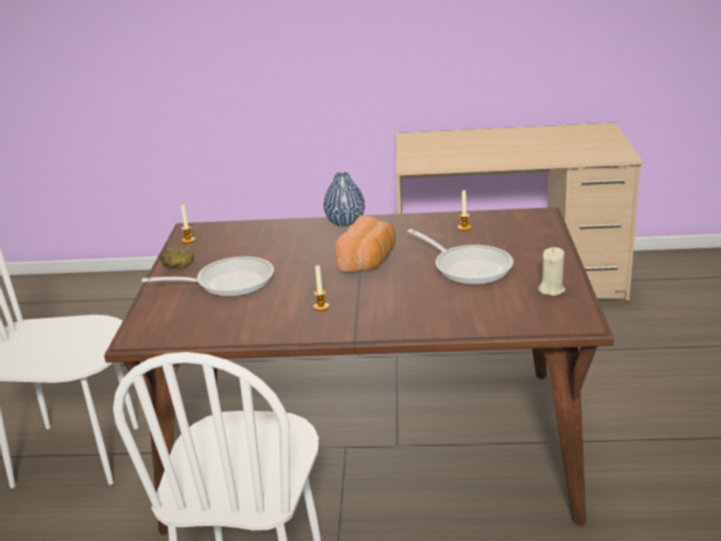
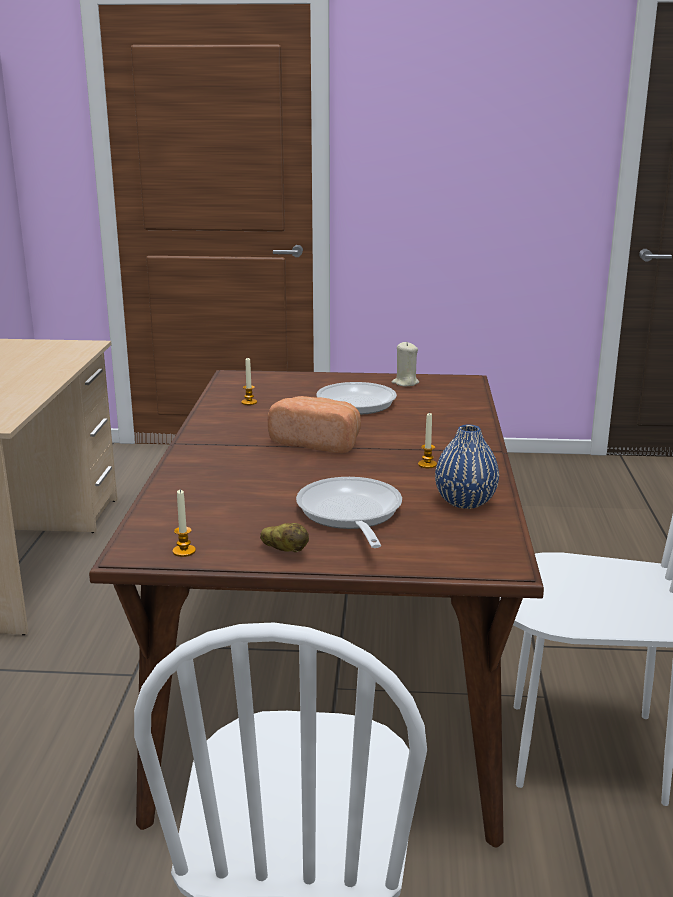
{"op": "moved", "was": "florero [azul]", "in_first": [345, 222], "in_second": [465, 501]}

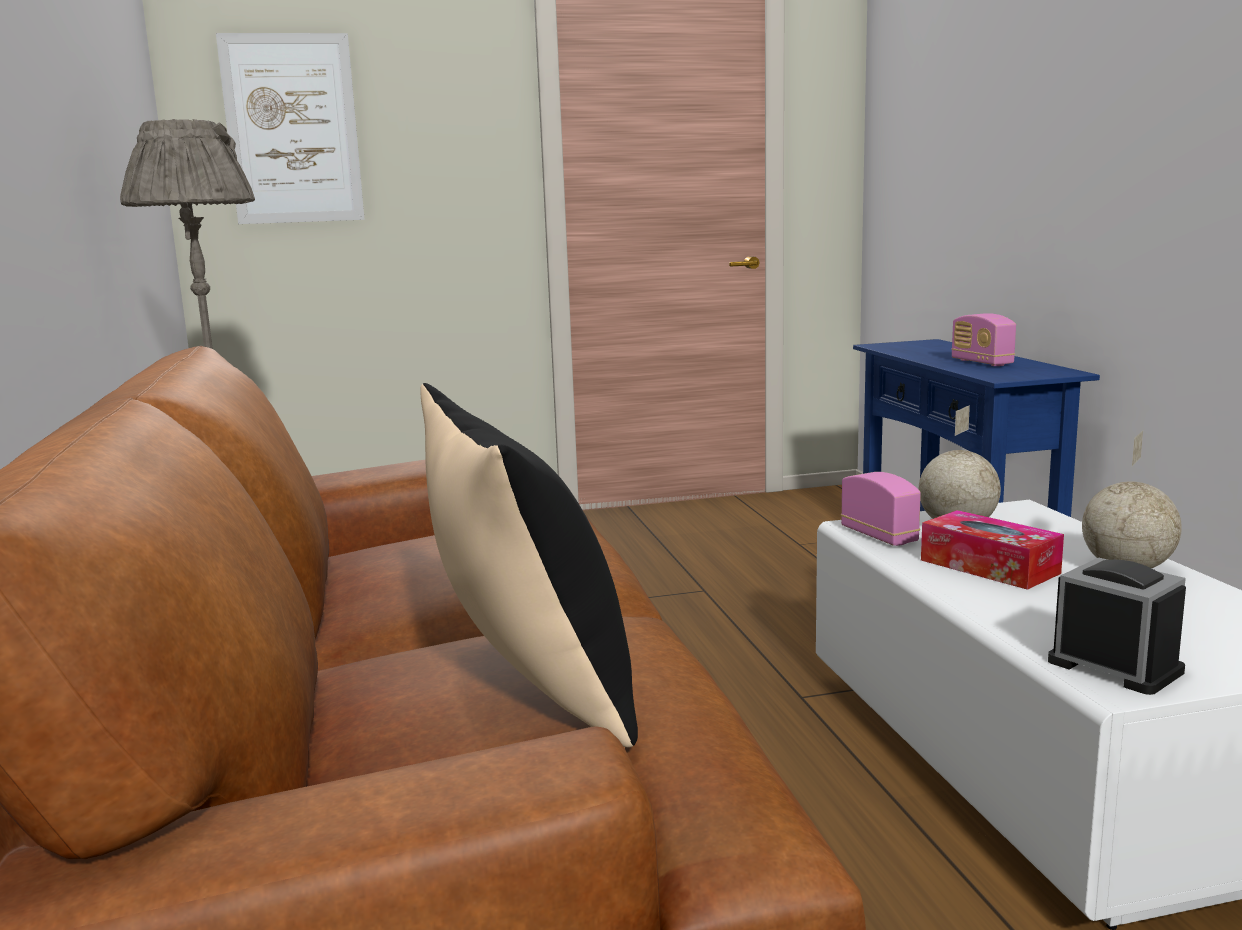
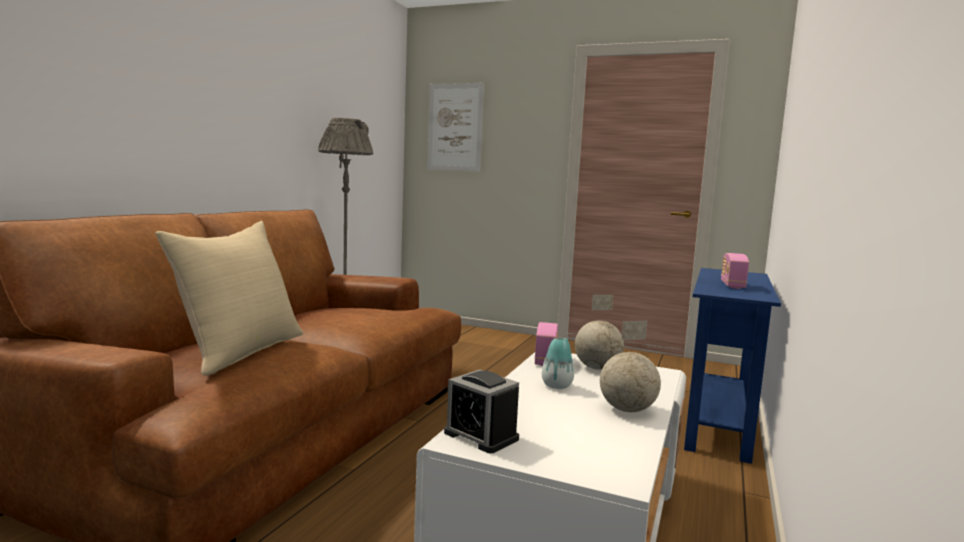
{"op": "recoloured", "was": "cojín [negro]", "now": "cojín [beis]", "in_first": [528, 682], "in_second": [241, 351]}
{"op": "turned", "was": "despertador", "in_first": [1114, 666], "in_second": [481, 436], "clockwise": 135}
{"op": "replaced", "was": "caja de pañuelos", "now": "florero", "in_first": [989, 566], "in_second": [557, 386]}

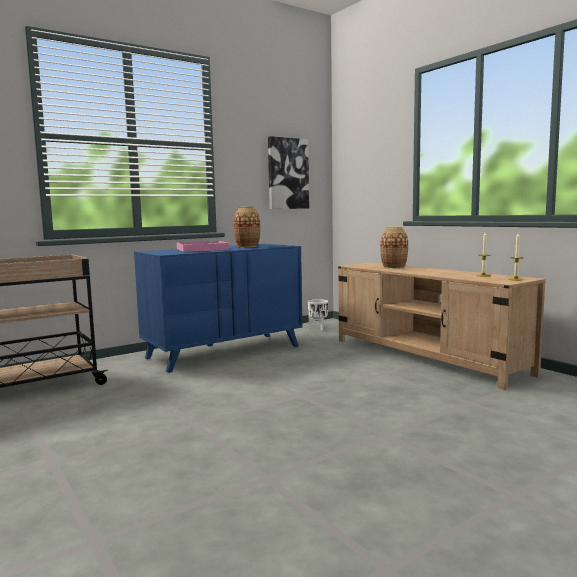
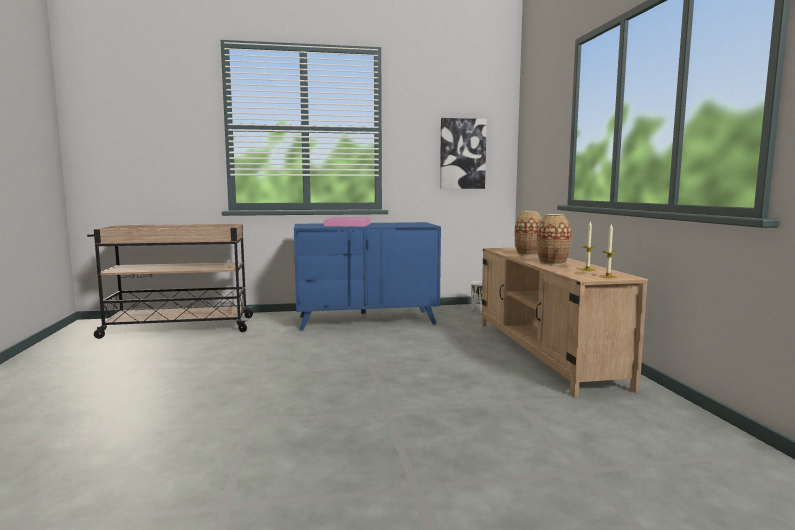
{"op": "moved", "was": "florero", "in_first": [247, 246], "in_second": [552, 262]}

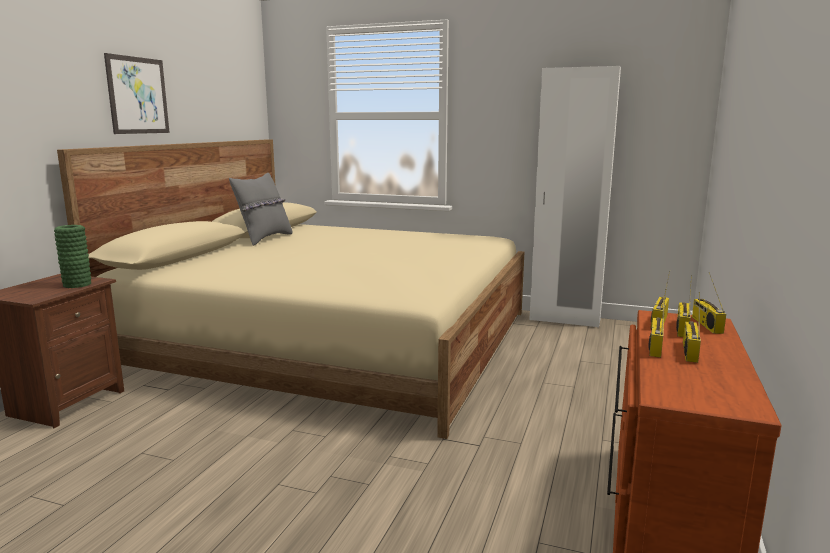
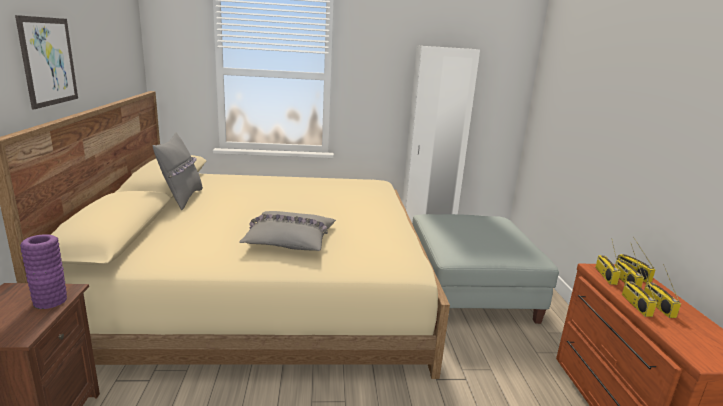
{"op": "recoloured", "was": "florero [verde]", "now": "florero [morado]", "in_first": [77, 284], "in_second": [50, 301]}
{"op": "added", "now": "cojín [gris]", "in_second": [289, 240]}
{"op": "added", "now": "puf [gris]", "in_second": [468, 290]}

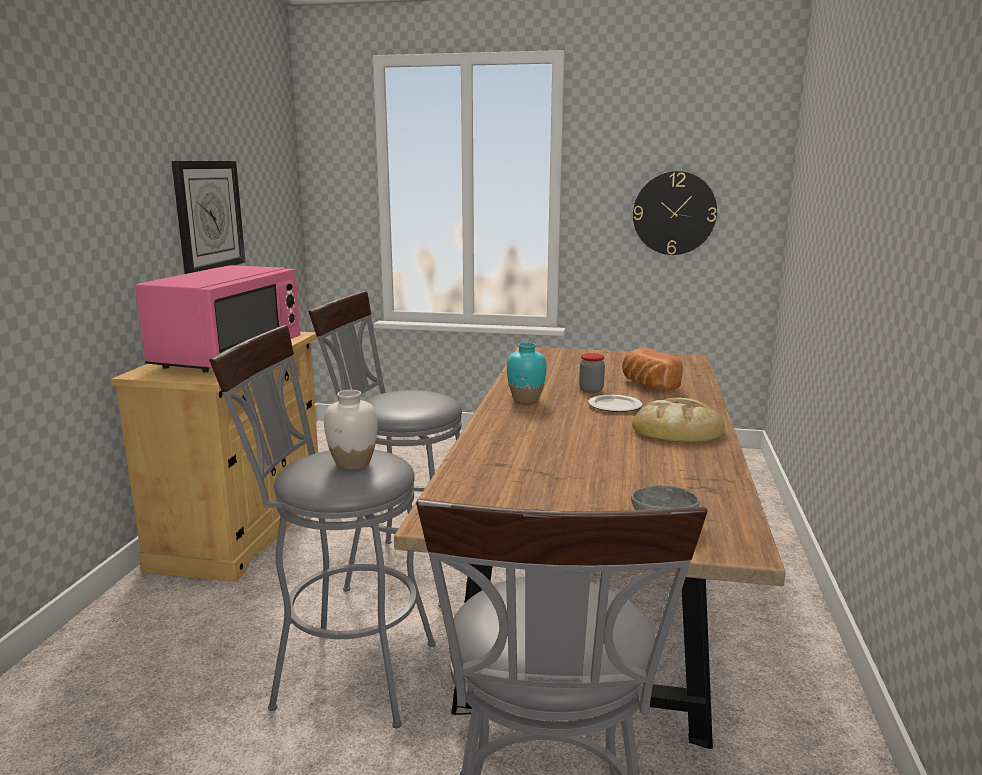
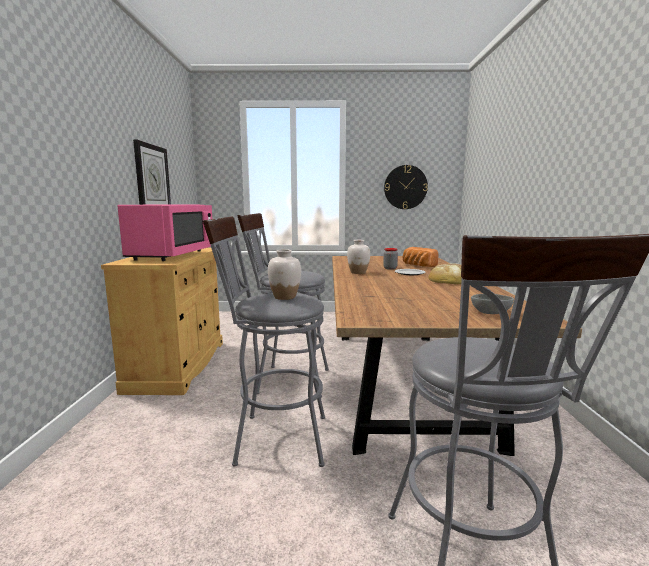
{"op": "recoloured", "was": "florero [turquesa]", "now": "florero [blanco]", "in_first": [526, 399], "in_second": [358, 272]}

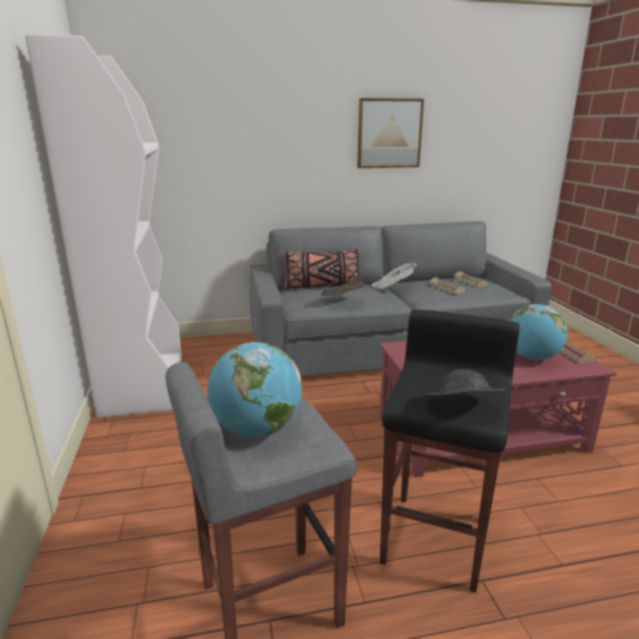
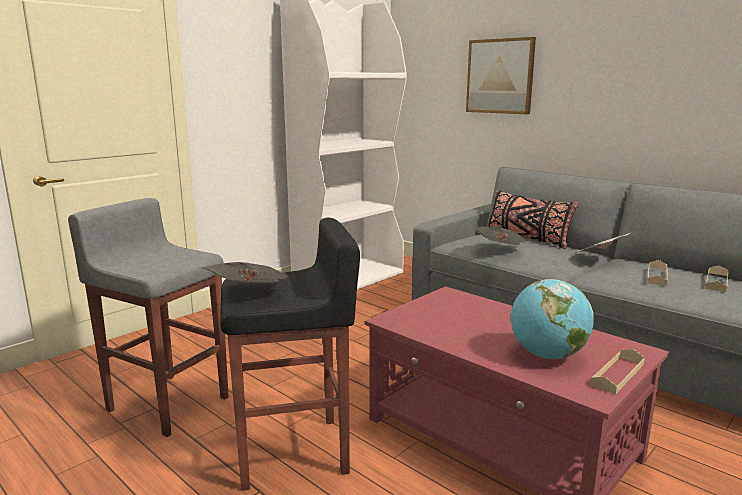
{"op": "replaced", "was": "sombrero [gris]", "now": "periódico", "in_first": [461, 409], "in_second": [250, 295]}
{"op": "moved", "was": "cuadro", "in_first": [389, 133], "in_second": [500, 76]}
{"op": "removed", "was": "globo terráqueo", "in_first": [257, 430]}

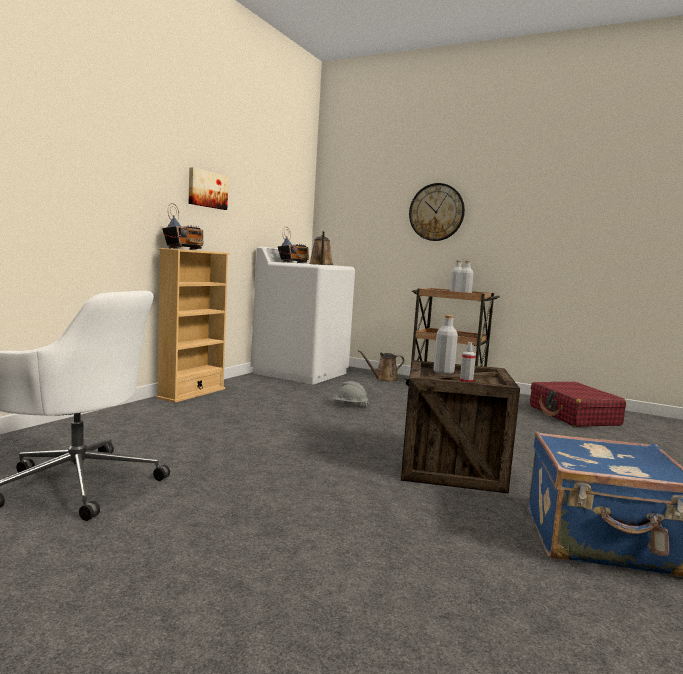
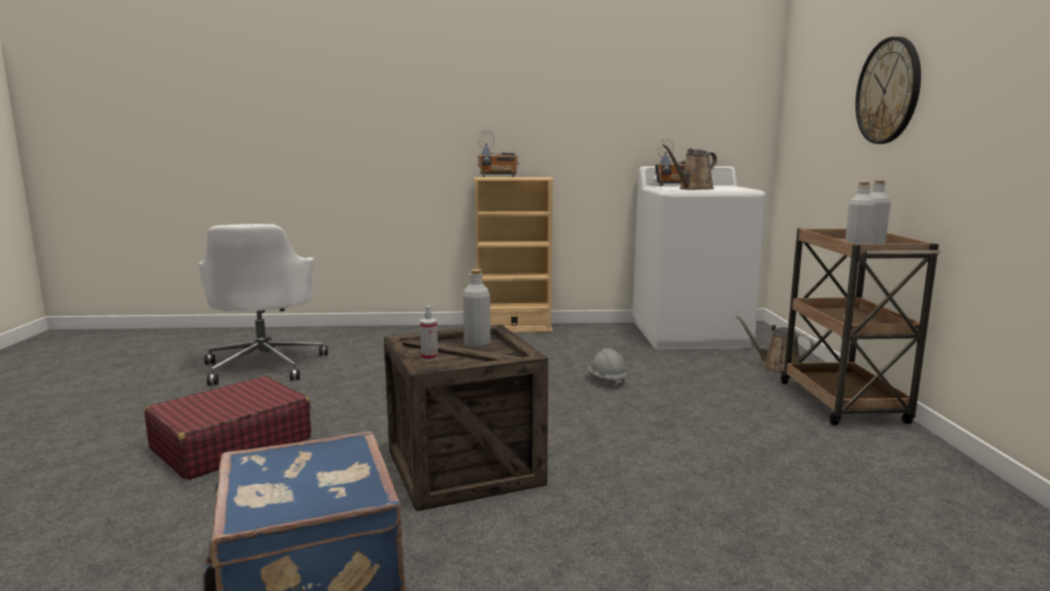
{"op": "moved", "was": "maleta [rojo]", "in_first": [573, 416], "in_second": [231, 444]}
{"op": "removed", "was": "cuadro", "in_first": [207, 189]}

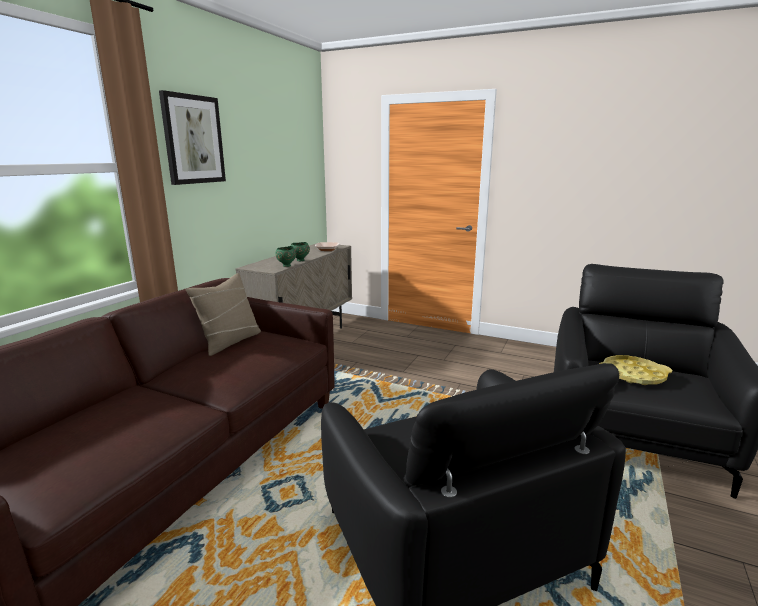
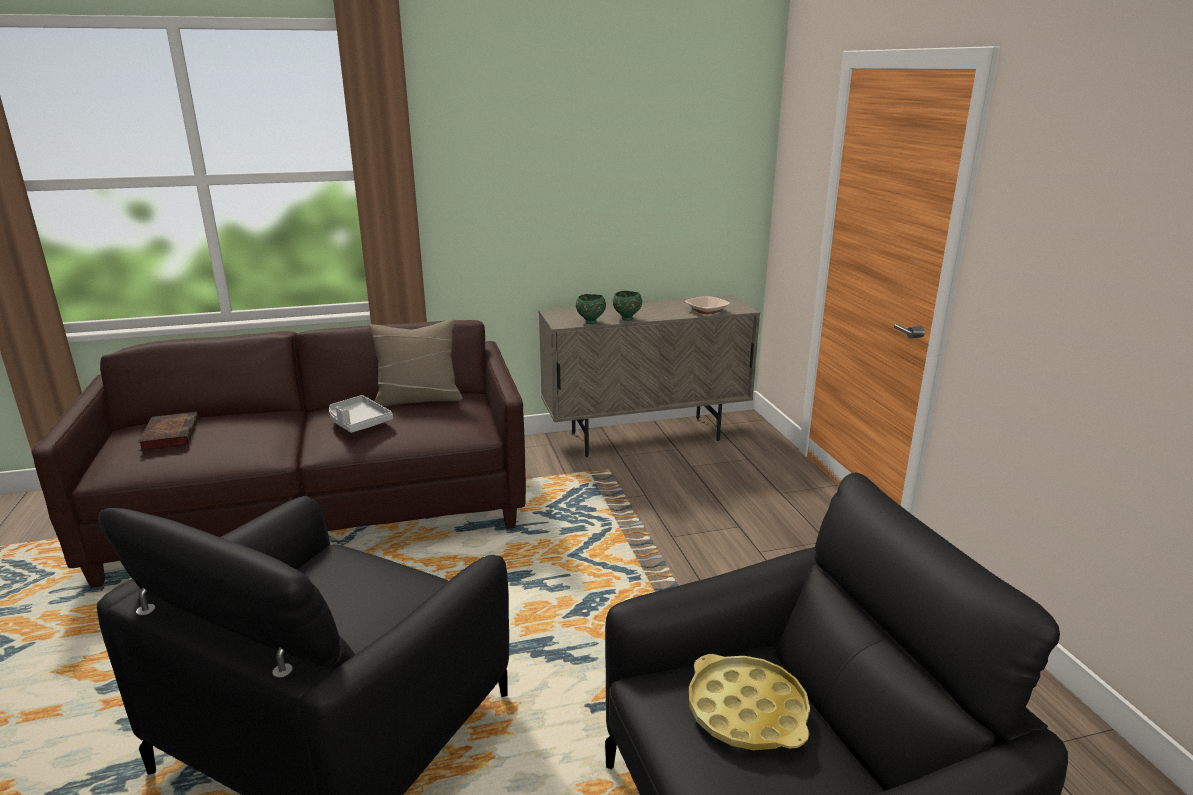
{"op": "added", "now": "libro", "in_second": [170, 434]}
{"op": "added", "now": "bandeja [gris]", "in_second": [358, 422]}
{"op": "removed", "was": "cuadro", "in_first": [193, 140]}

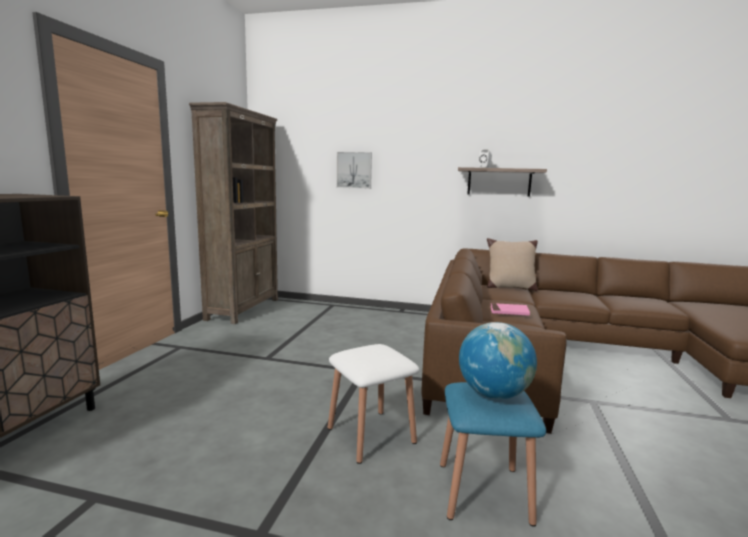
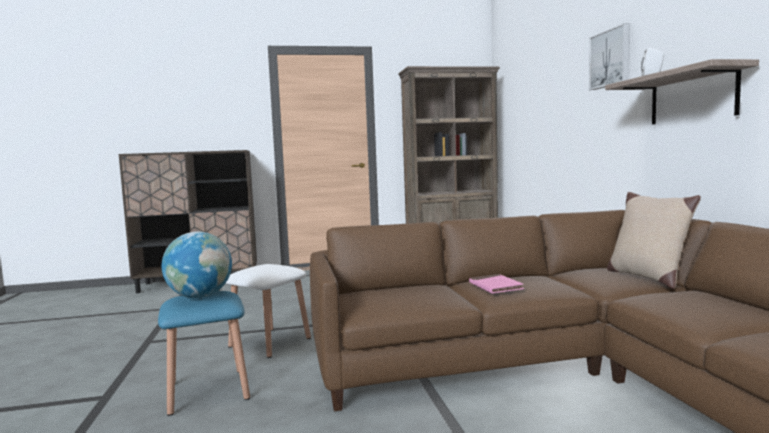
{"op": "moved", "was": "cuadro", "in_first": [354, 170], "in_second": [611, 58]}

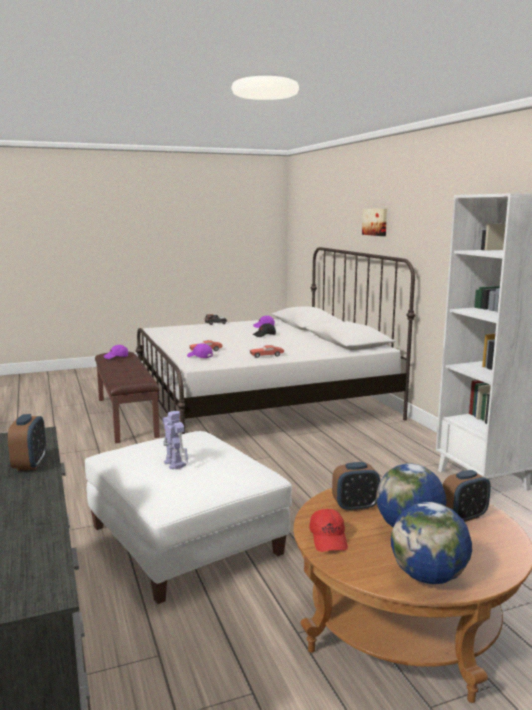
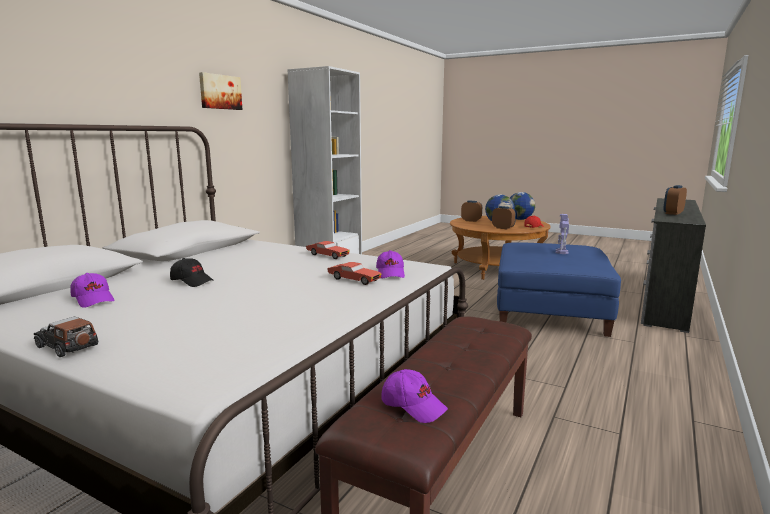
{"op": "moved", "was": "cuadro", "in_first": [375, 222], "in_second": [220, 92]}
{"op": "recoloured", "was": "puf [blanco]", "now": "puf [azul]", "in_first": [184, 540], "in_second": [550, 311]}

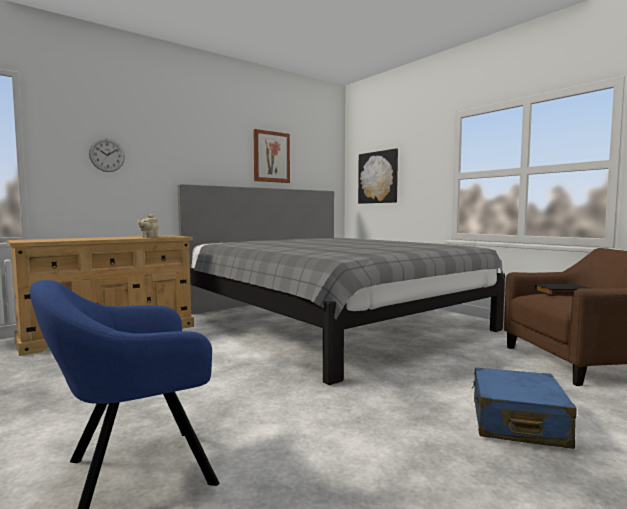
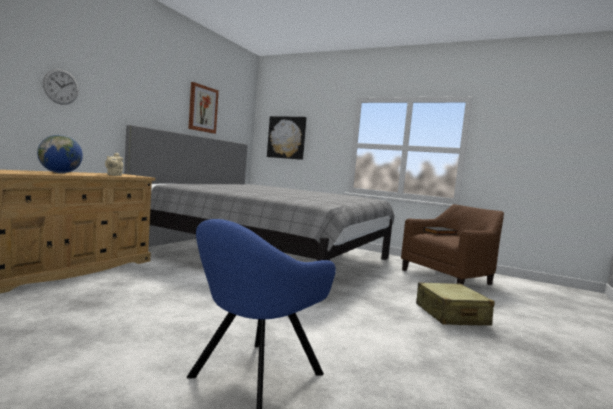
{"op": "added", "now": "globo terráqueo", "in_second": [60, 173]}
{"op": "recoloured", "was": "maleta [azul]", "now": "maleta [beis]", "in_first": [517, 423], "in_second": [451, 315]}

